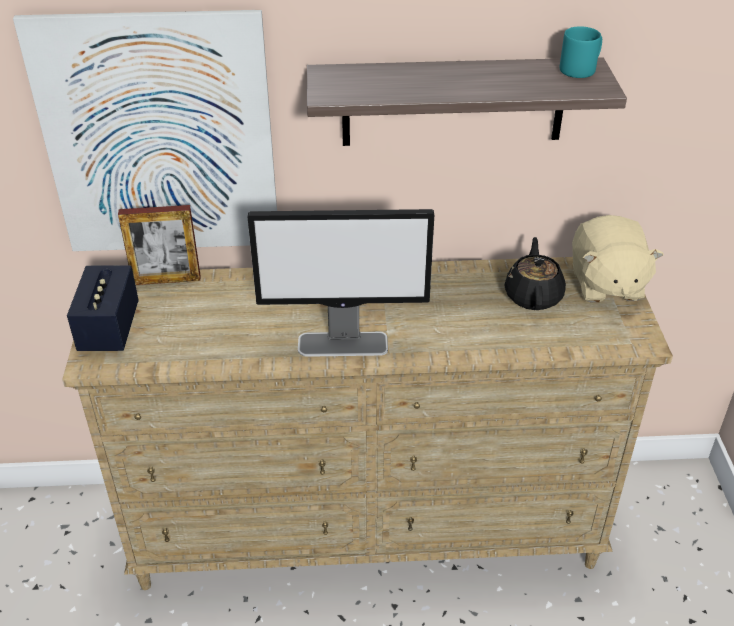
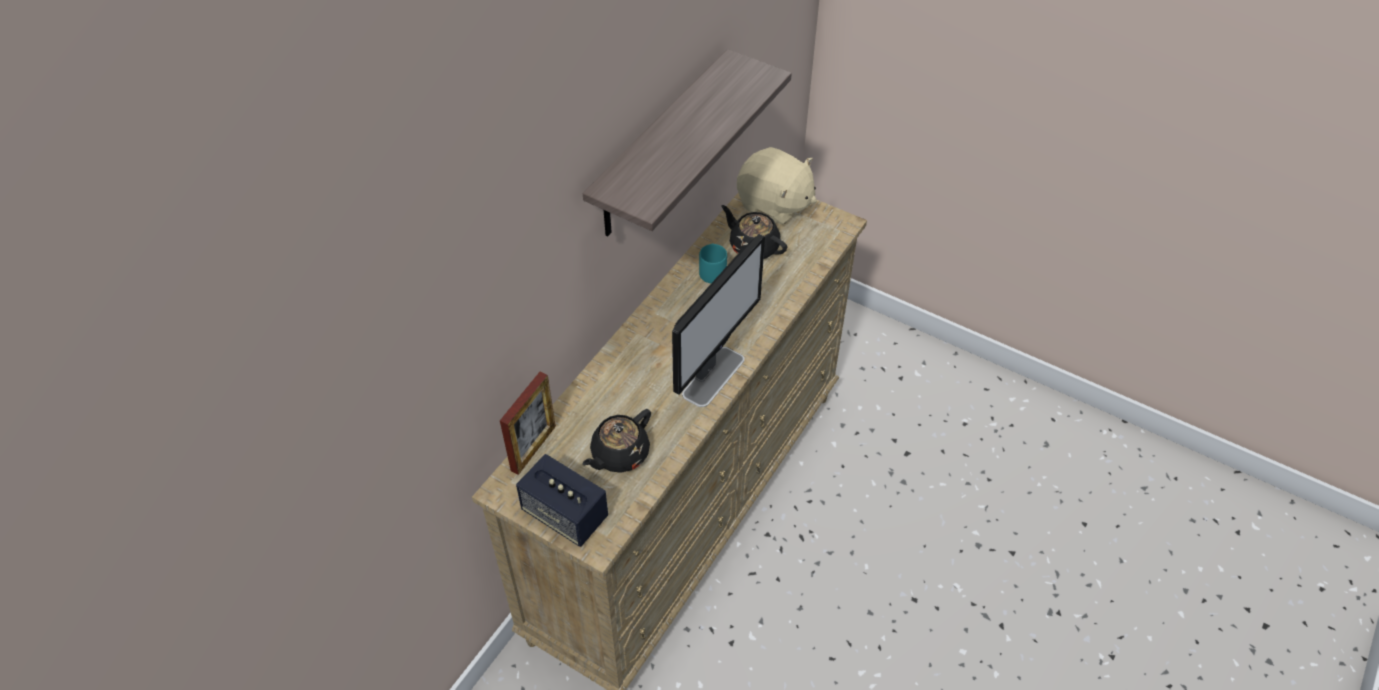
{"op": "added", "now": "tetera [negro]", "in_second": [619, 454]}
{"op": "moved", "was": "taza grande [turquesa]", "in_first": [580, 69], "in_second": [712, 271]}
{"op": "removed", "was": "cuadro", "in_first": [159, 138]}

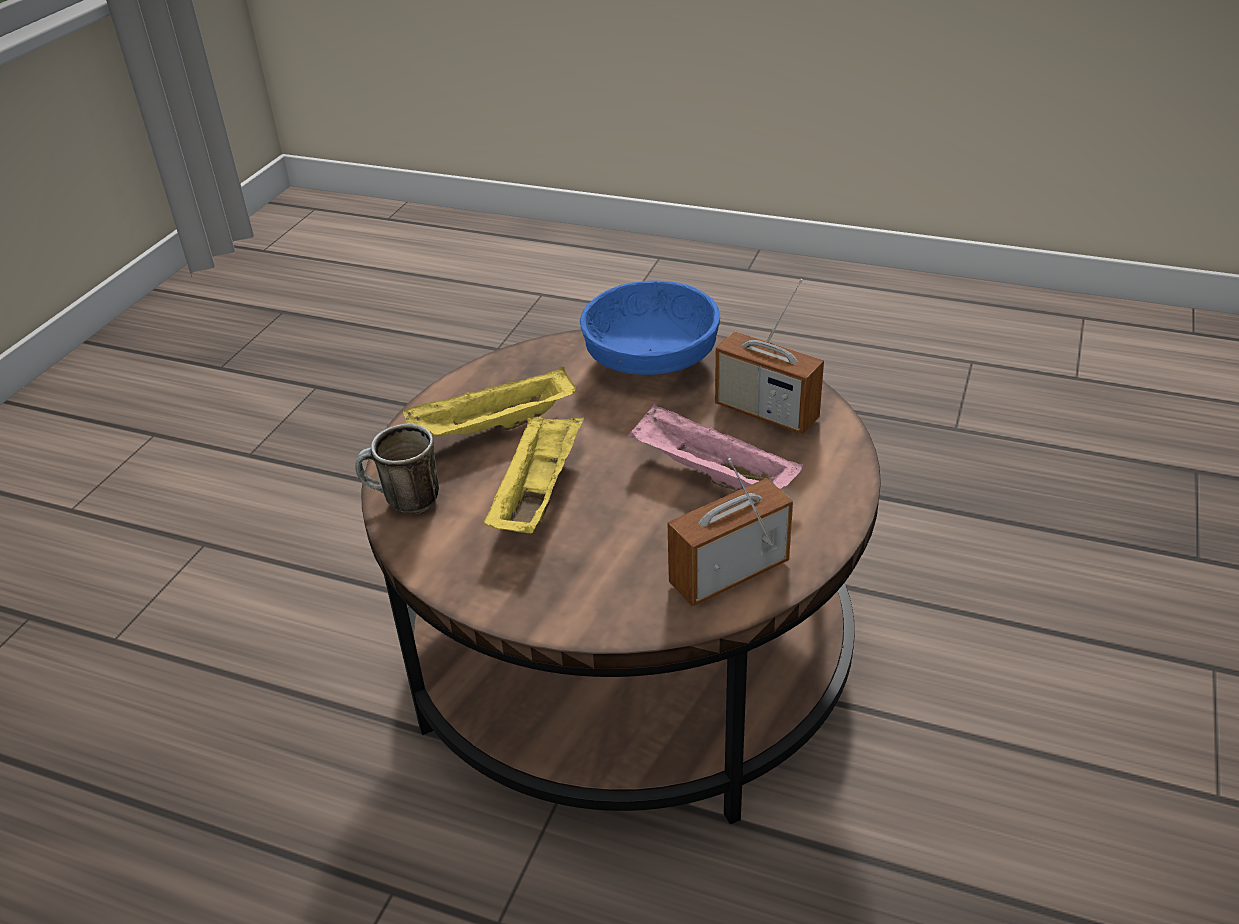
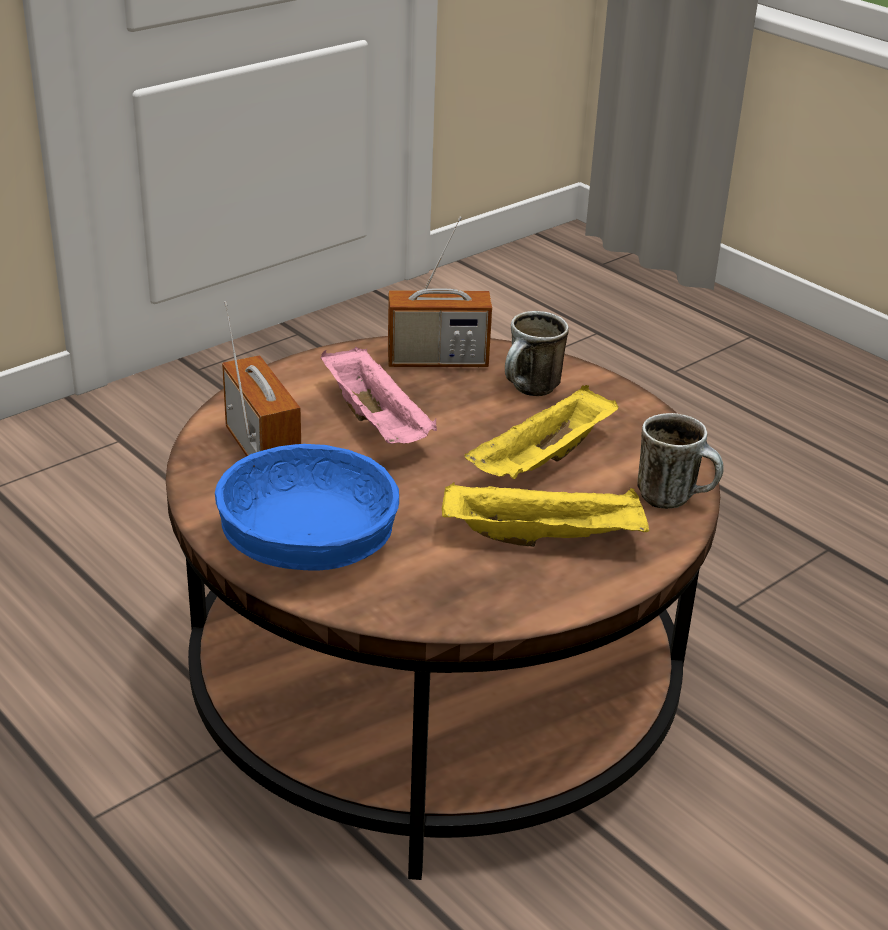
{"op": "added", "now": "taza grande", "in_second": [531, 391]}

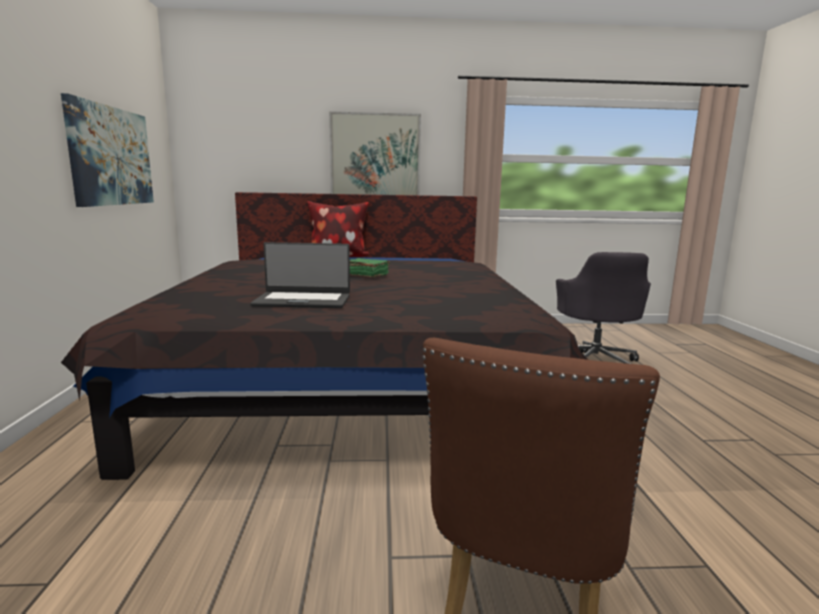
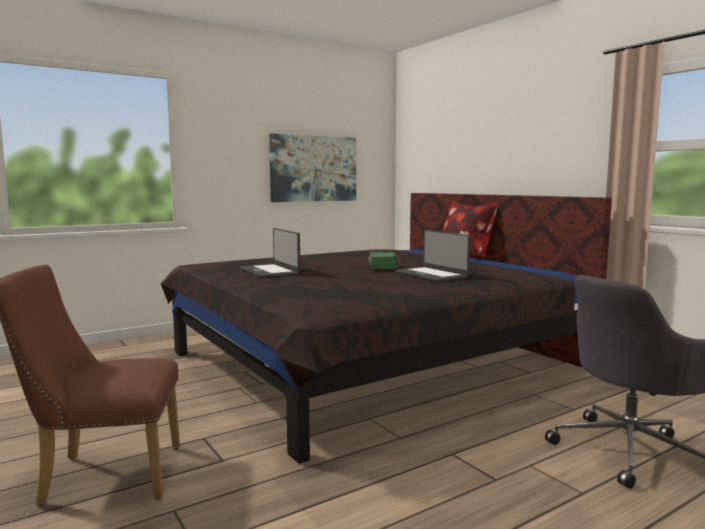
{"op": "added", "now": "portátil", "in_second": [431, 275]}
{"op": "removed", "was": "cuadro", "in_first": [375, 160]}

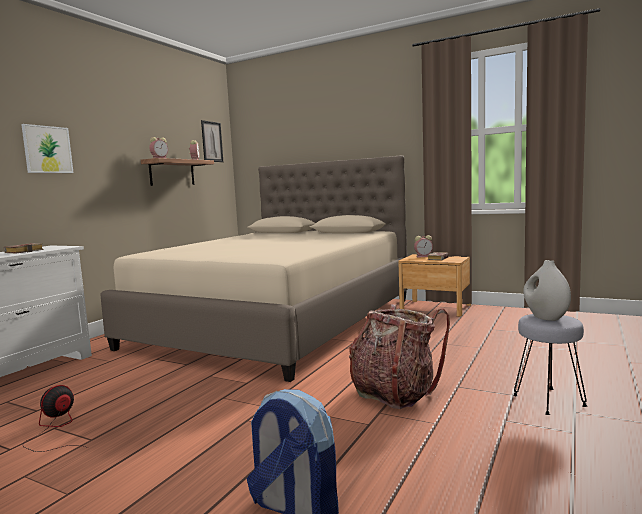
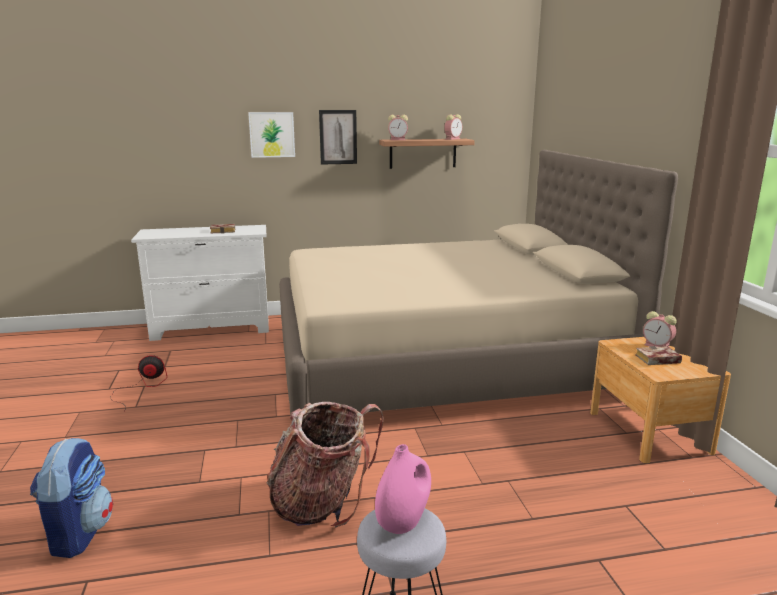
{"op": "moved", "was": "cuadro", "in_first": [212, 141], "in_second": [338, 137]}
{"op": "recoloured", "was": "florero [blanco]", "now": "florero [rosa]", "in_first": [545, 317], "in_second": [403, 521]}

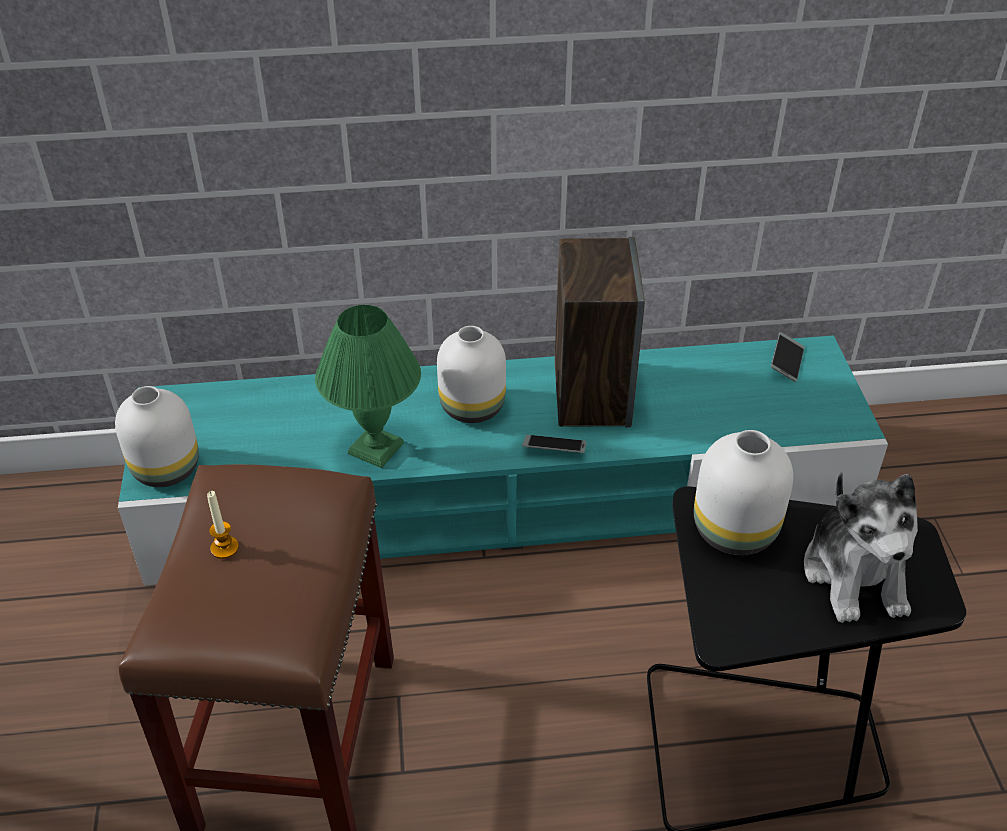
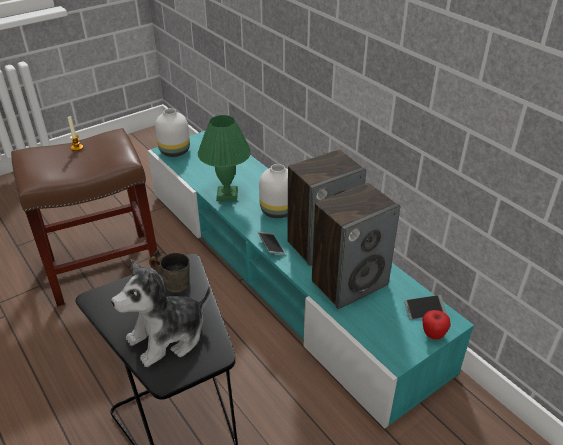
{"op": "replaced", "was": "florero [blanco]", "now": "taza grande [gris]", "in_first": [733, 532], "in_second": [174, 281]}
{"op": "added", "now": "altavoz", "in_second": [349, 283]}
{"op": "added", "now": "manzana", "in_second": [433, 334]}

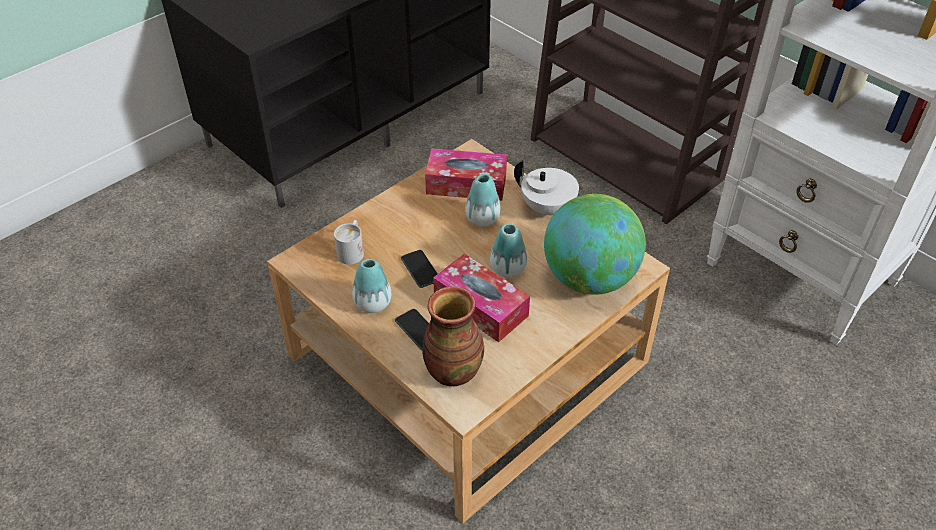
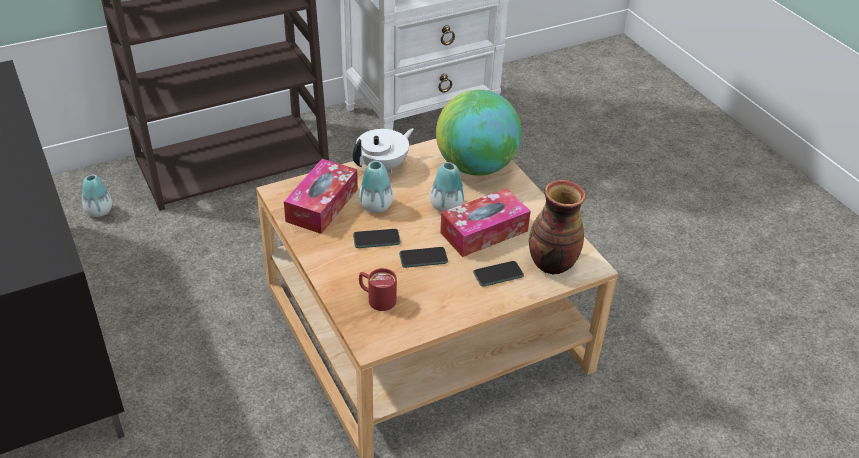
{"op": "moved", "was": "florero", "in_first": [373, 304], "in_second": [99, 211]}
{"op": "added", "now": "móvil", "in_second": [376, 239]}
{"op": "recoloured", "was": "taza grande [blanco]", "now": "taza grande [rojo]", "in_first": [352, 250], "in_second": [376, 298]}

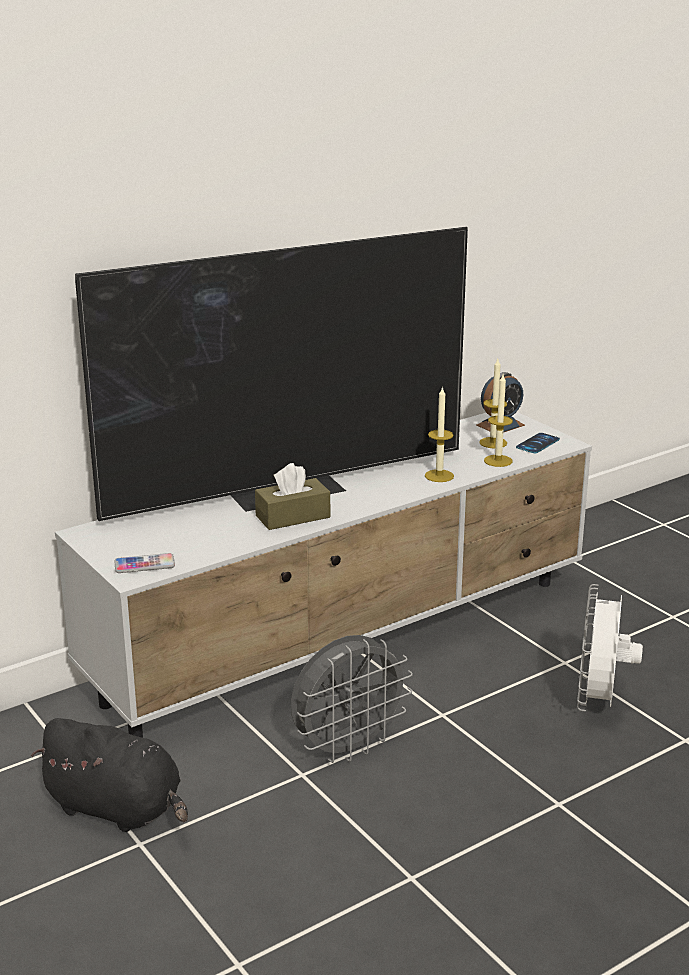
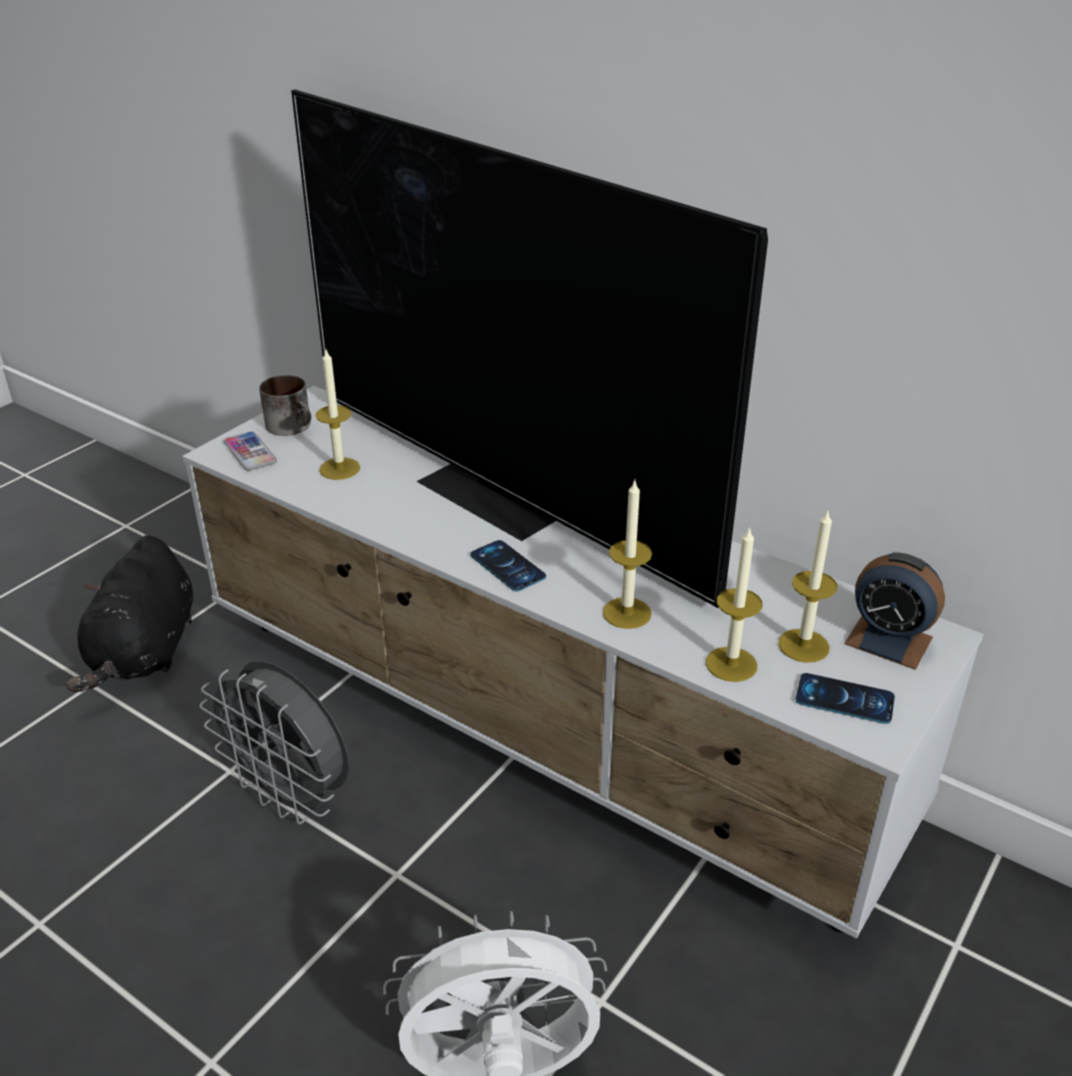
{"op": "added", "now": "taza grande", "in_second": [293, 426]}
{"op": "added", "now": "vela", "in_second": [339, 468]}
{"op": "added", "now": "móvil", "in_second": [507, 566]}
{"op": "removed", "was": "caja de pañuelos [marrón]", "in_first": [293, 516]}

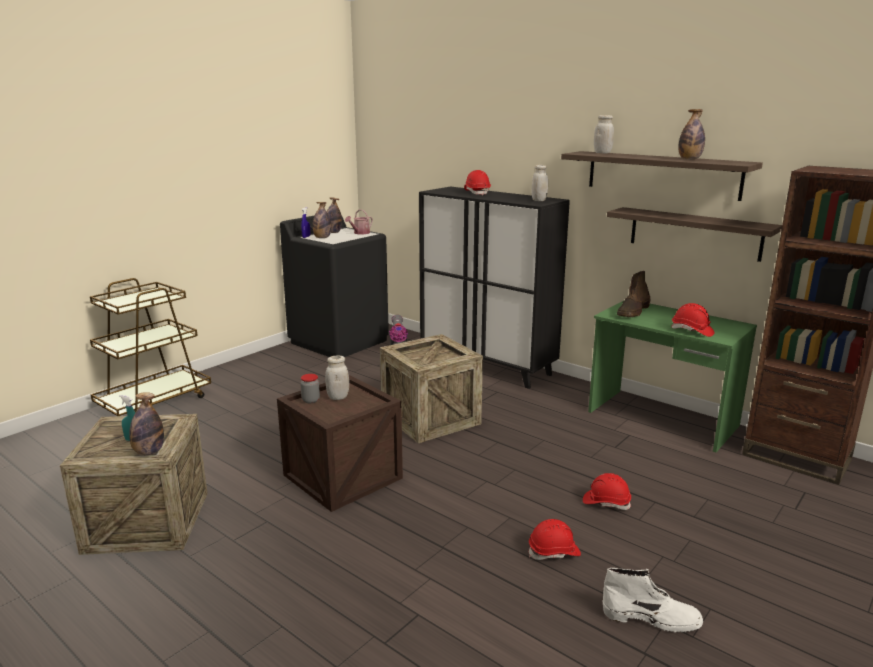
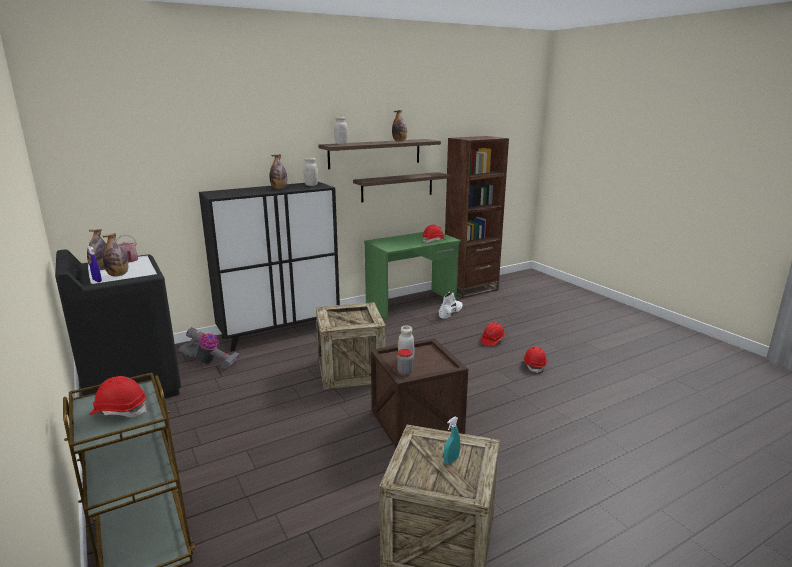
{"op": "moved", "was": "casco [rojo]", "in_first": [477, 193], "in_second": [119, 410]}
{"op": "moved", "was": "botella", "in_first": [149, 452], "in_second": [279, 188]}
{"op": "moved", "was": "bota [blanco]", "in_first": [652, 618], "in_second": [450, 312]}
{"op": "removed", "was": "bota [marrón]", "in_first": [633, 312]}

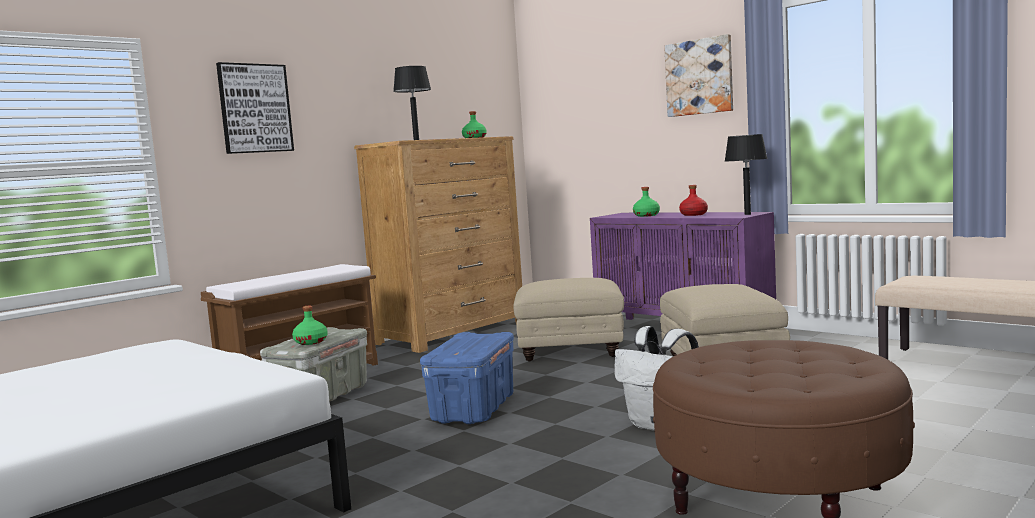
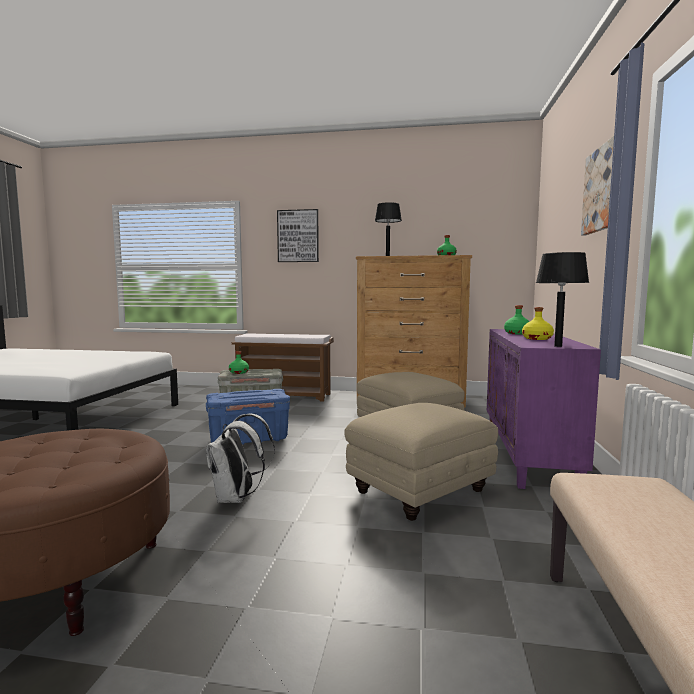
{"op": "recoloured", "was": "botella [rojo]", "now": "botella [amarillo]", "in_first": [694, 214], "in_second": [537, 338]}

